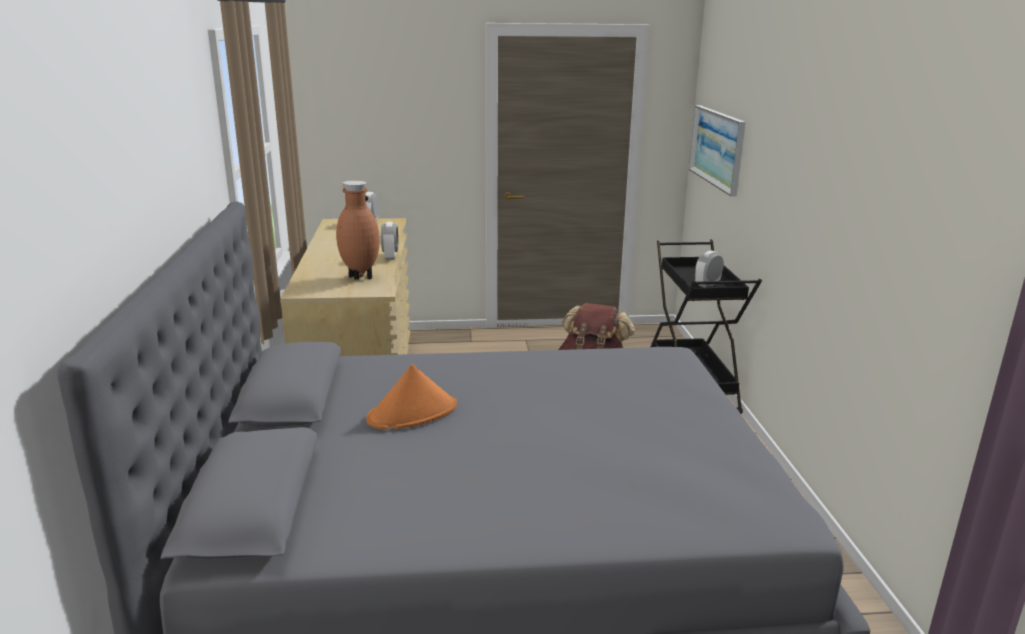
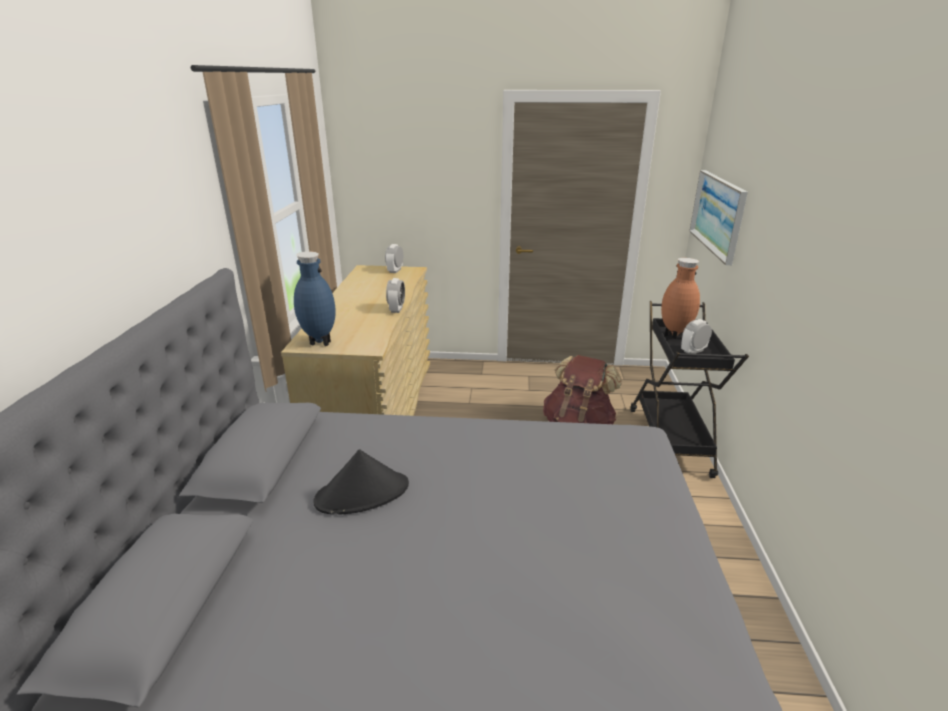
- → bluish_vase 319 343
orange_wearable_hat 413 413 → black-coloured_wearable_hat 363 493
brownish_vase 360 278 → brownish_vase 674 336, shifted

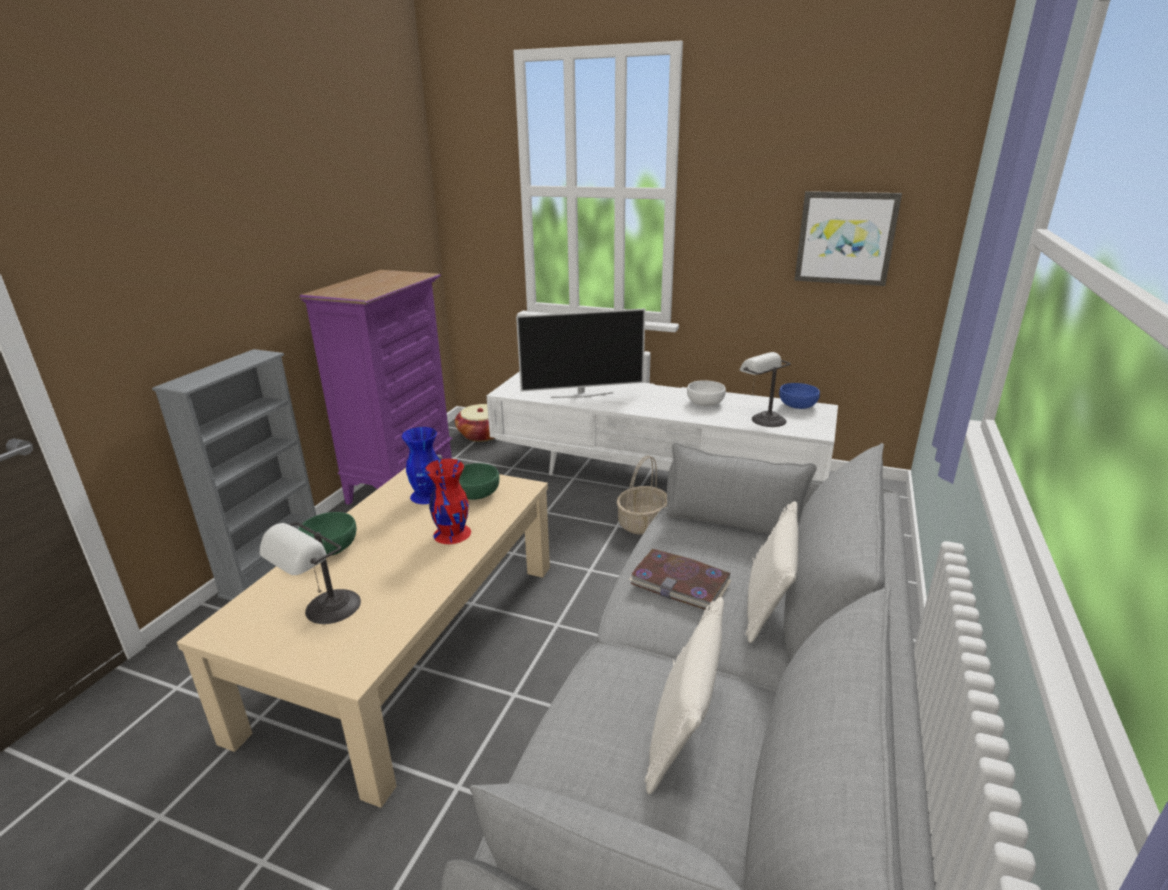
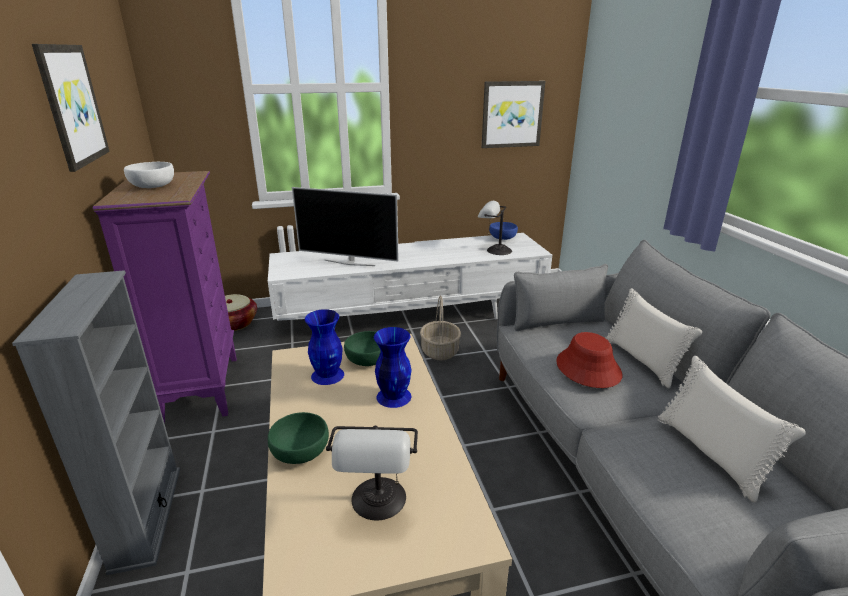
- → wall_picture 71 105
whitish_deep_dish 704 403 → whitish_deep_dish 152 186, shifted
TV 582 395 → TV 350 263, 60 degrees clockwise
red_vase 452 533 → bluish_vase 393 396
book 680 582 → red_wearable_hat 587 368

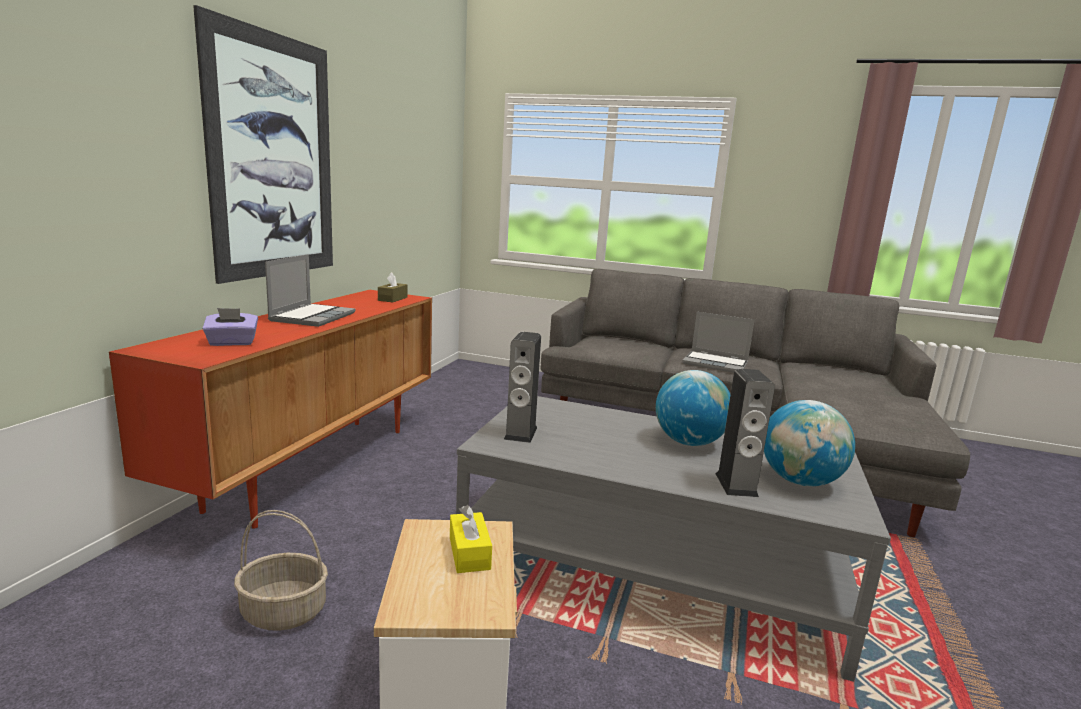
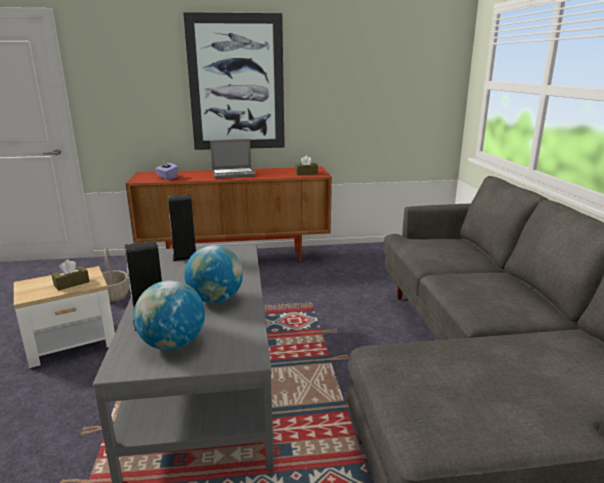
yellow-coloured_box_of_tissues 469 553 → brownish_box_of_tissues 71 283
portable_computer 716 363 → -

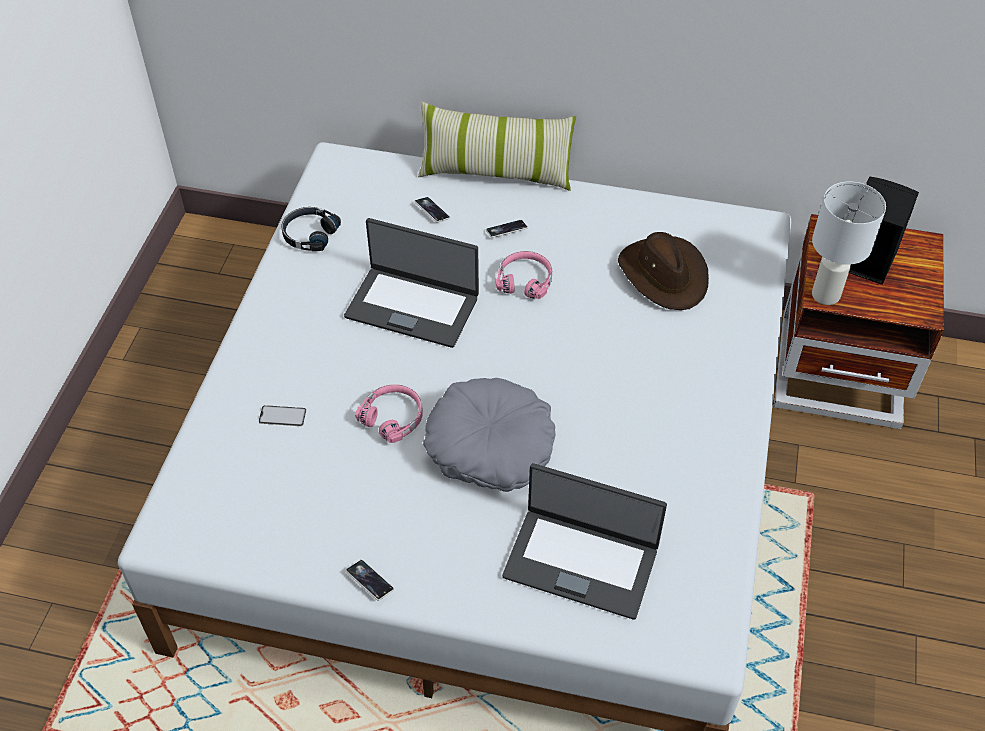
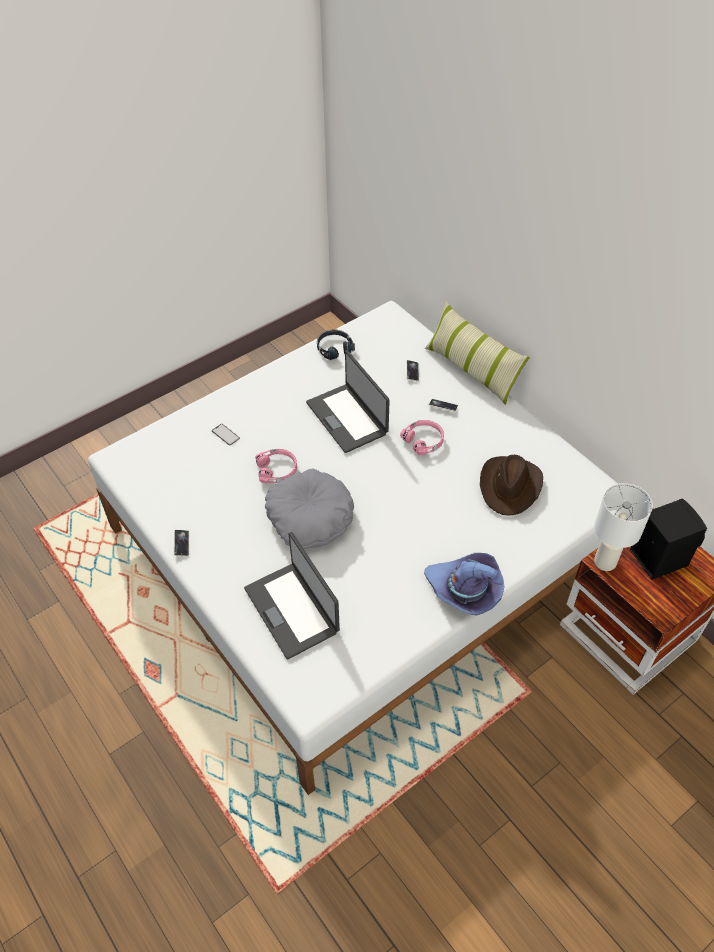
- → purple_wearable_hat 464 590

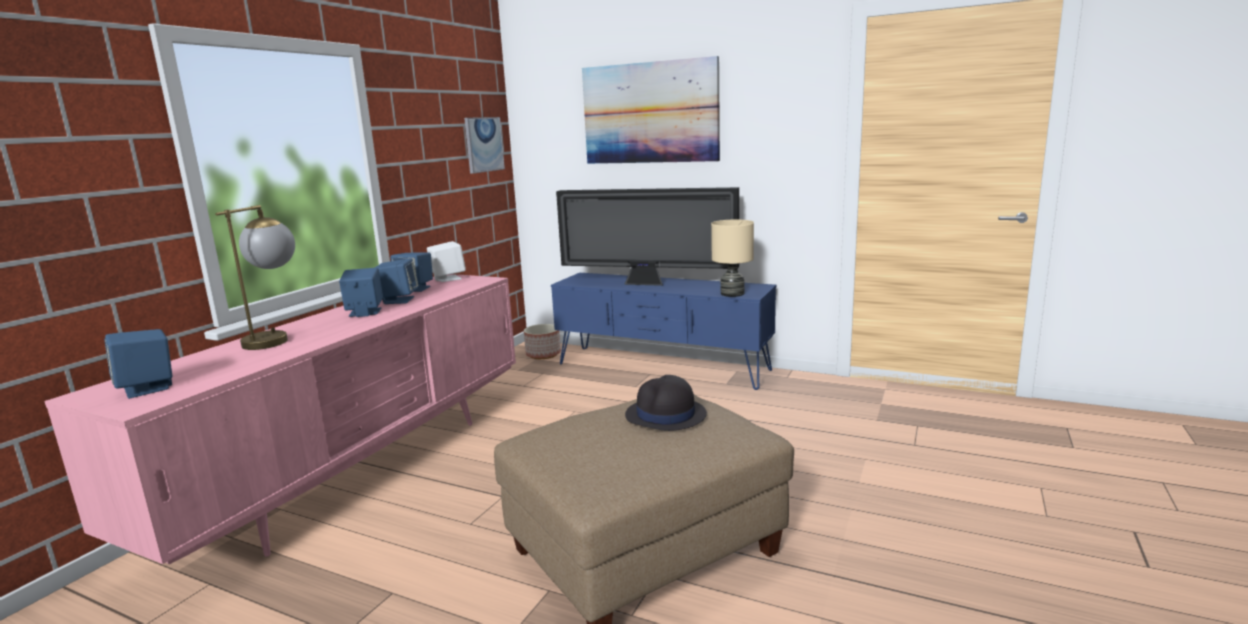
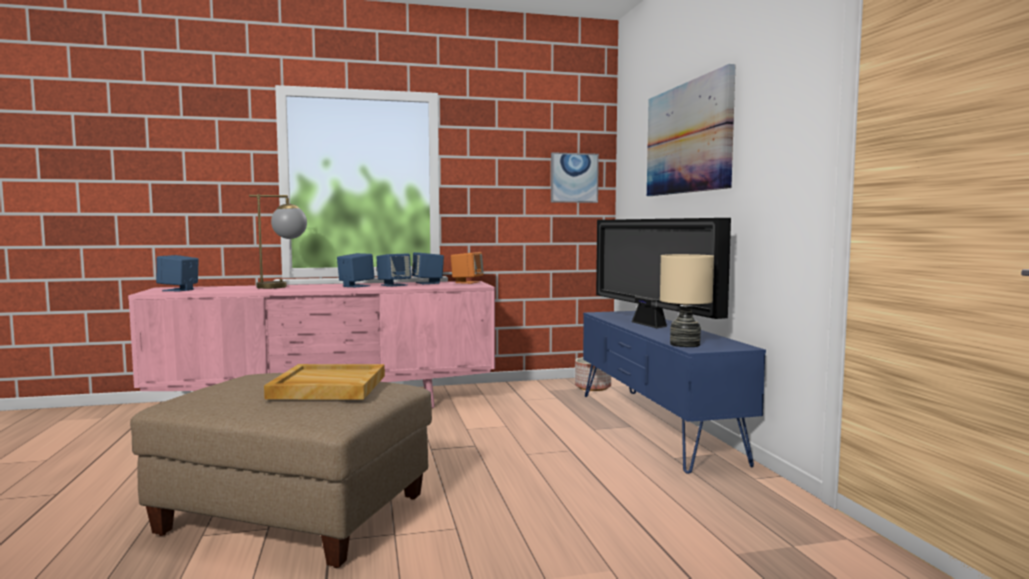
black-coloured_wearable_hat 665 415 → beige-coloured_carrying_tray 327 387
whitish_loudspeaker 448 278 → orange_loudspeaker 467 282

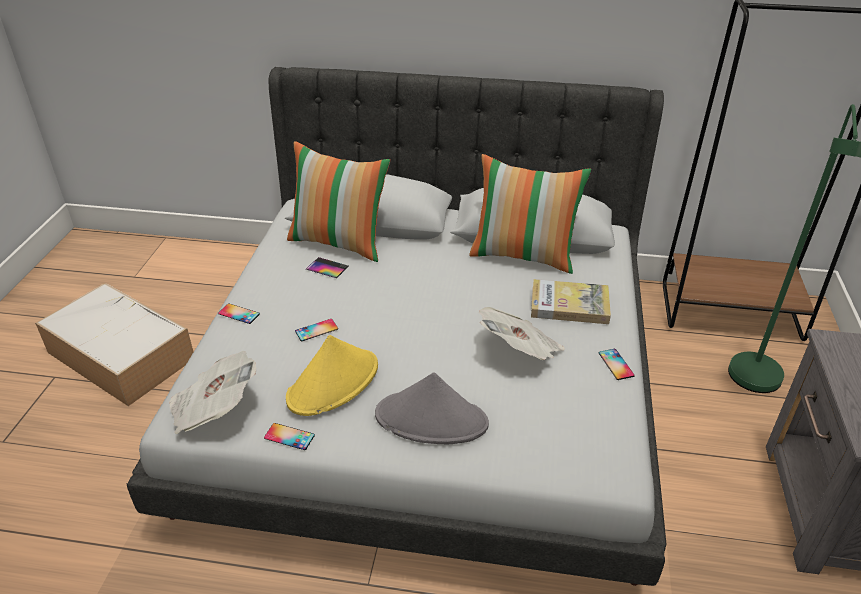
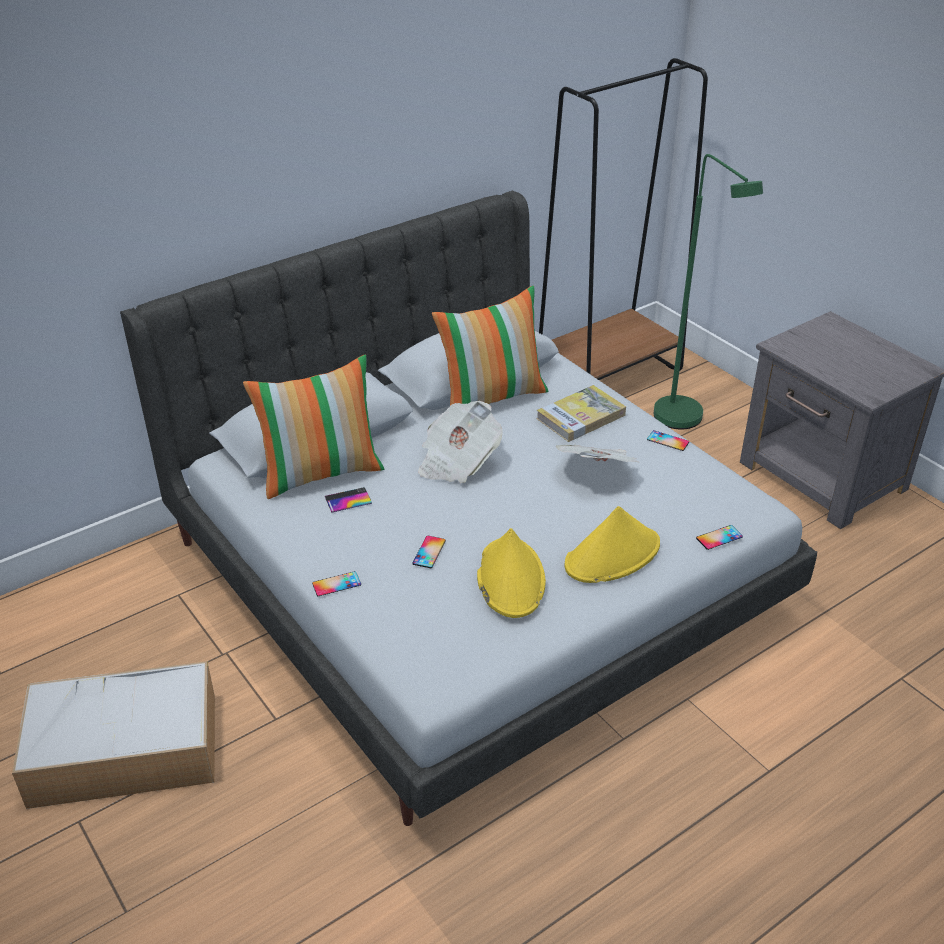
printed_paper 214 409 → printed_paper 457 461, shifted
gray_wearable_hat 432 419 → yellow-coloured_wearable_hat 612 555
handset 289 436 → handset 719 537, shifted

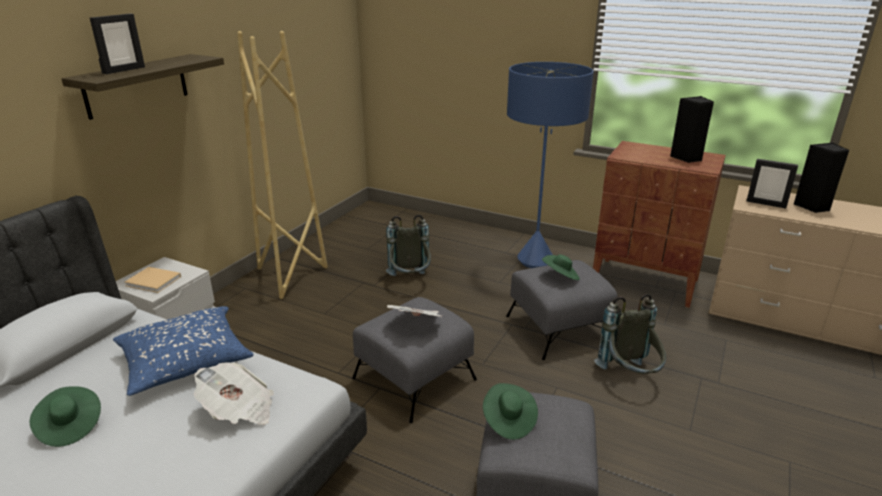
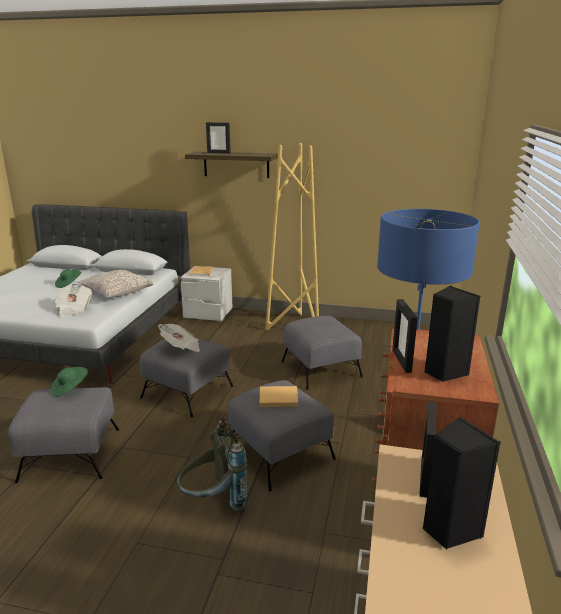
bluish_cushion 185 362 → gray_cushion 116 292
greenish_wearable_hat 560 276 → beige-coloured_book 277 398
gray_backpack 410 281 → gray_pouffe 320 369
- → picture_frame 402 361

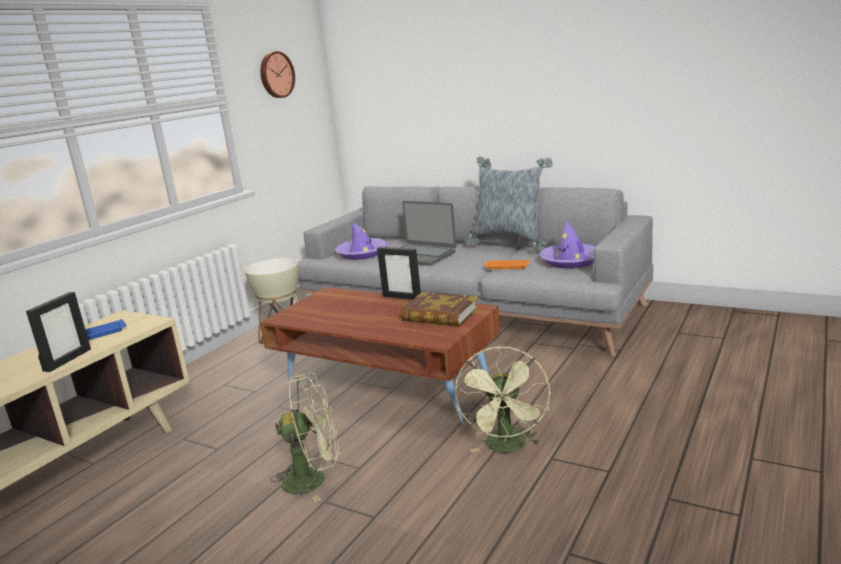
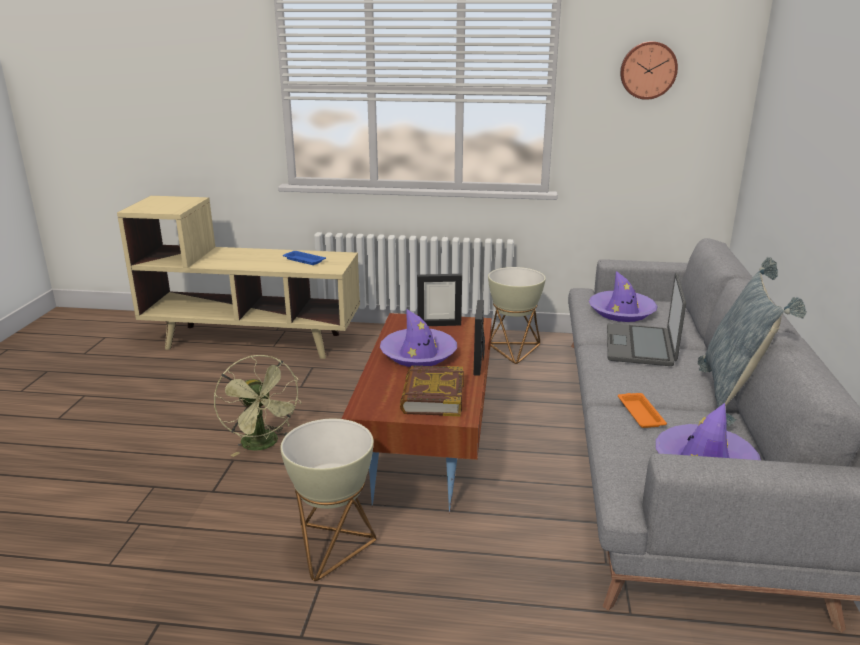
greenish_fan 508 448 → flower_pot 334 548
- → purple_wearable_hat 418 354
picture_frame 67 360 → picture_frame 439 324, shifted

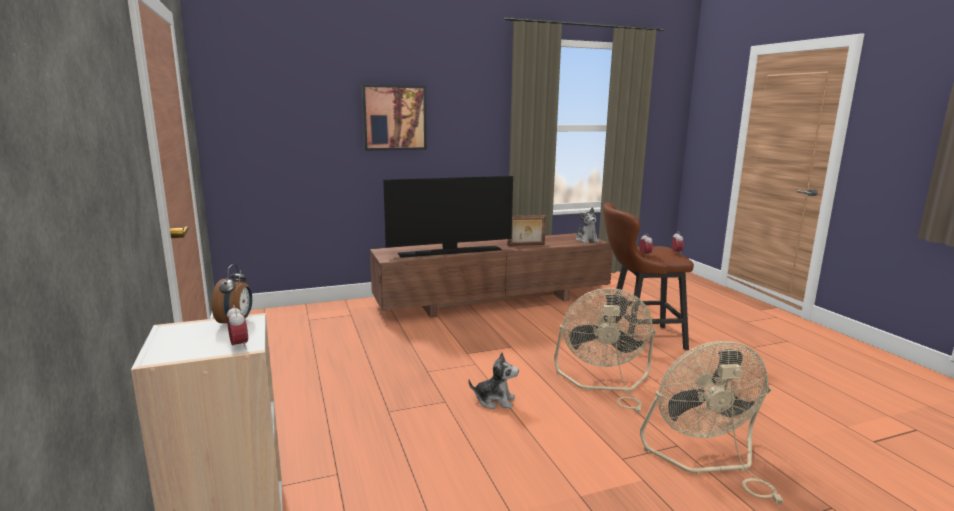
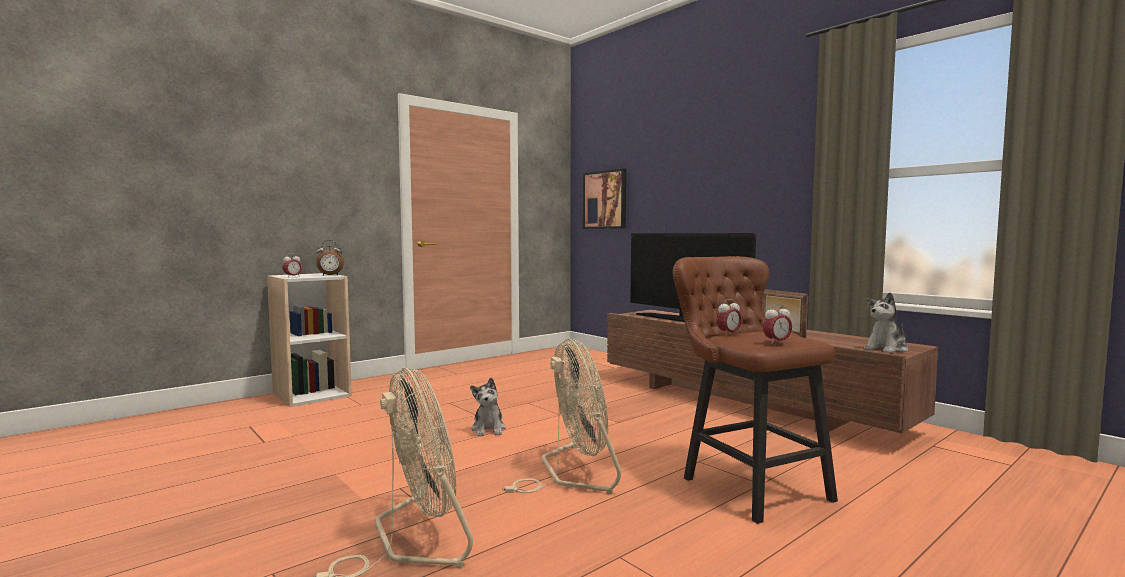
wall_picture 394 118 → wall_picture 605 200, shifted

